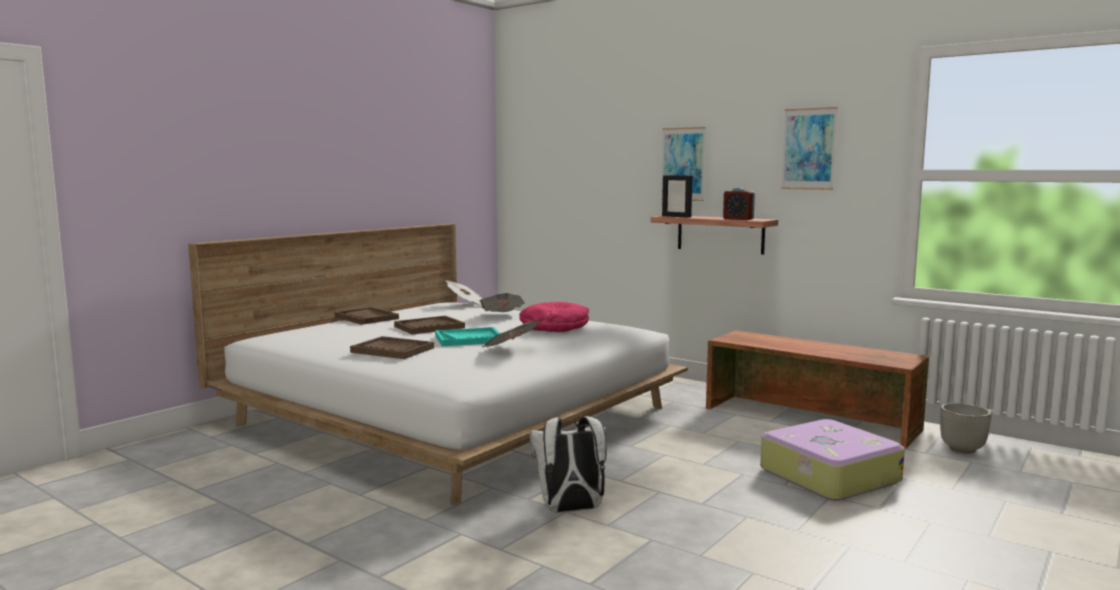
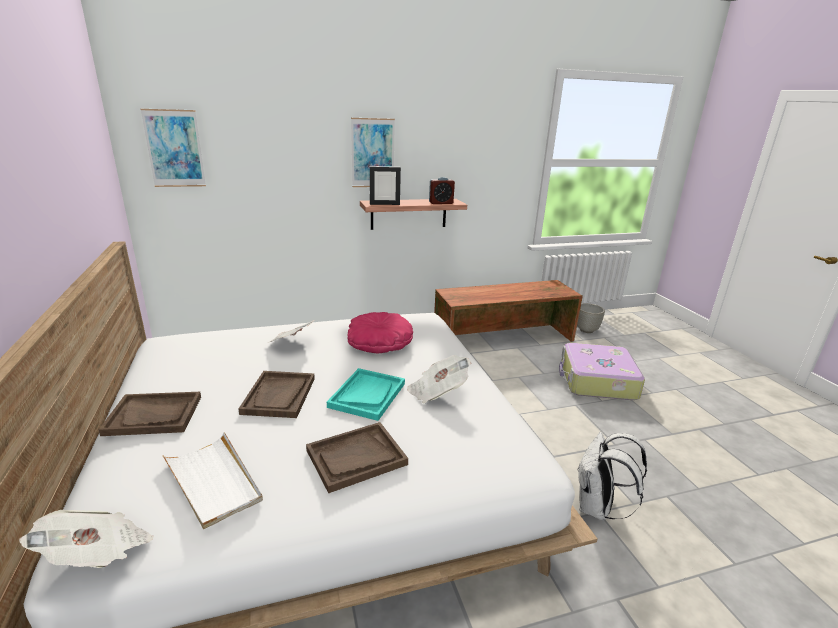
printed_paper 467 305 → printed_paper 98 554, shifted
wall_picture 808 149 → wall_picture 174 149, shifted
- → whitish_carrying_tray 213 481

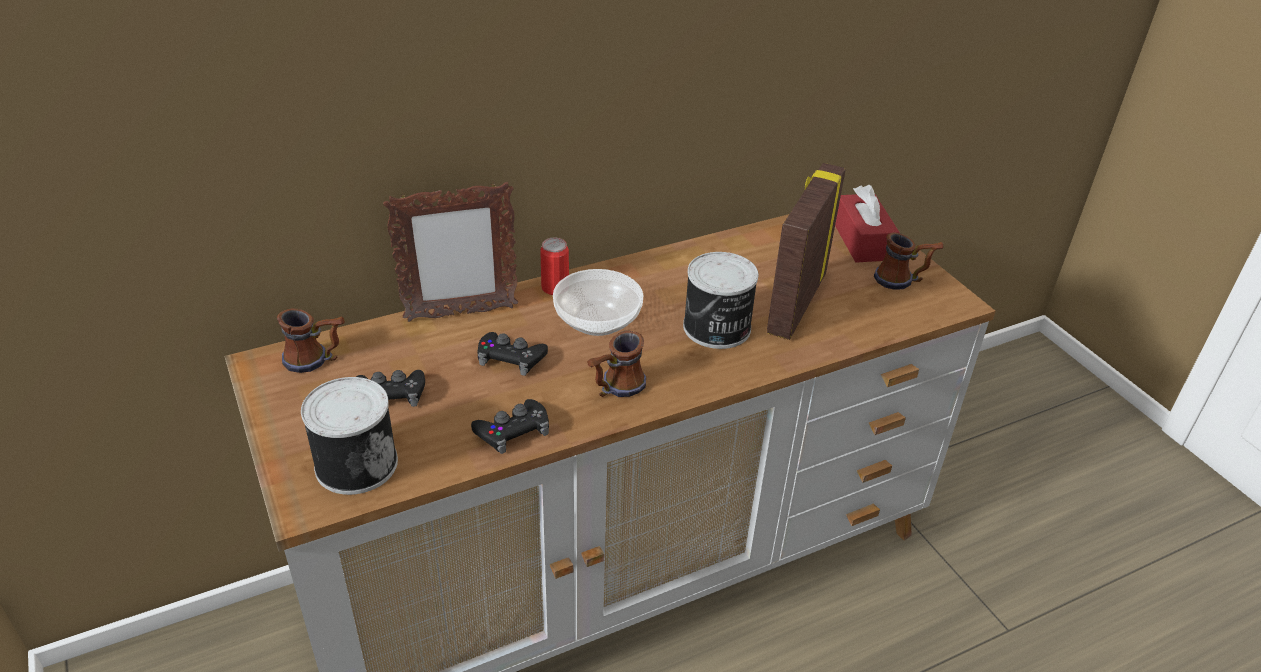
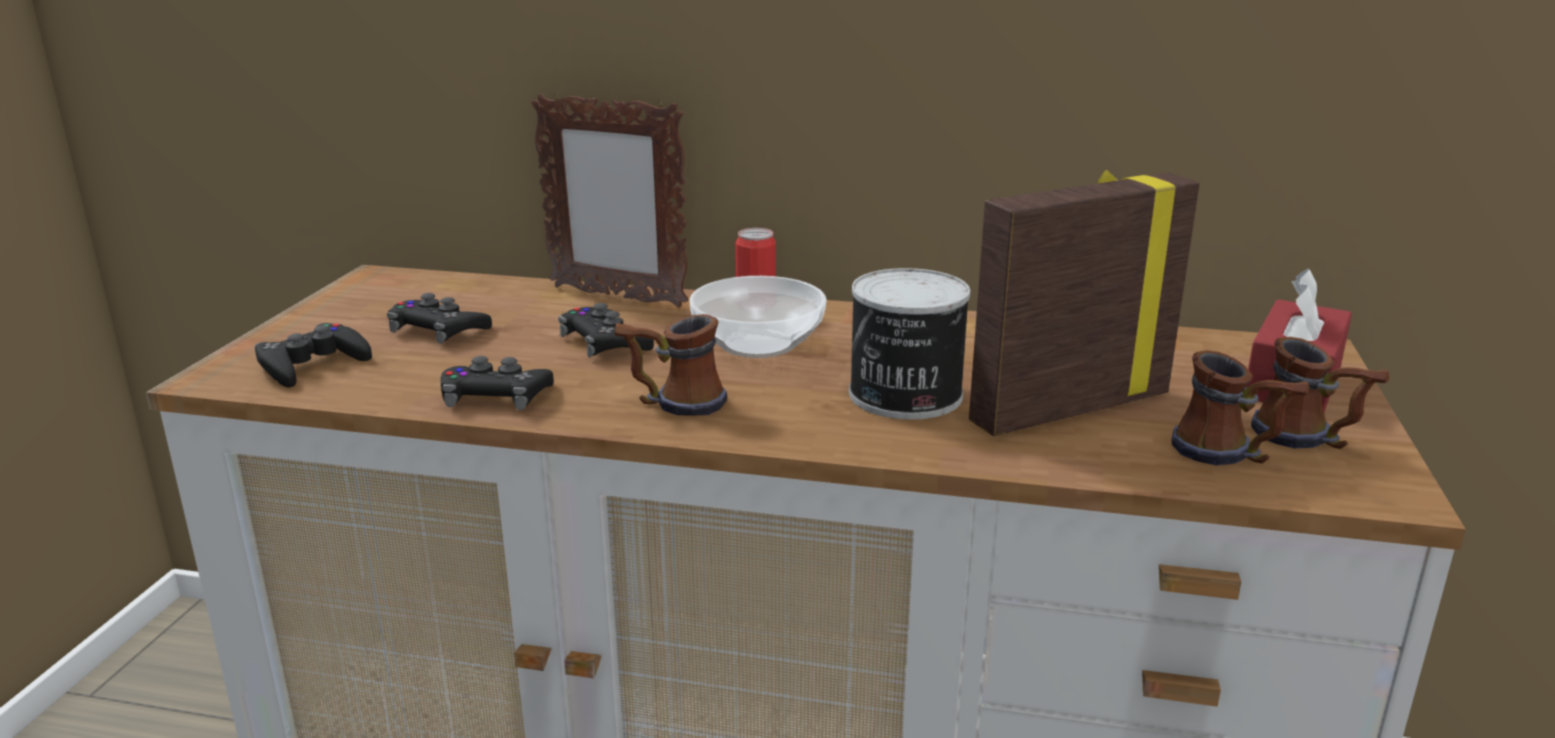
sealed_can 355 463 → black-coloured_joypad 312 365
mug 317 360 → mug 1230 454, shifted

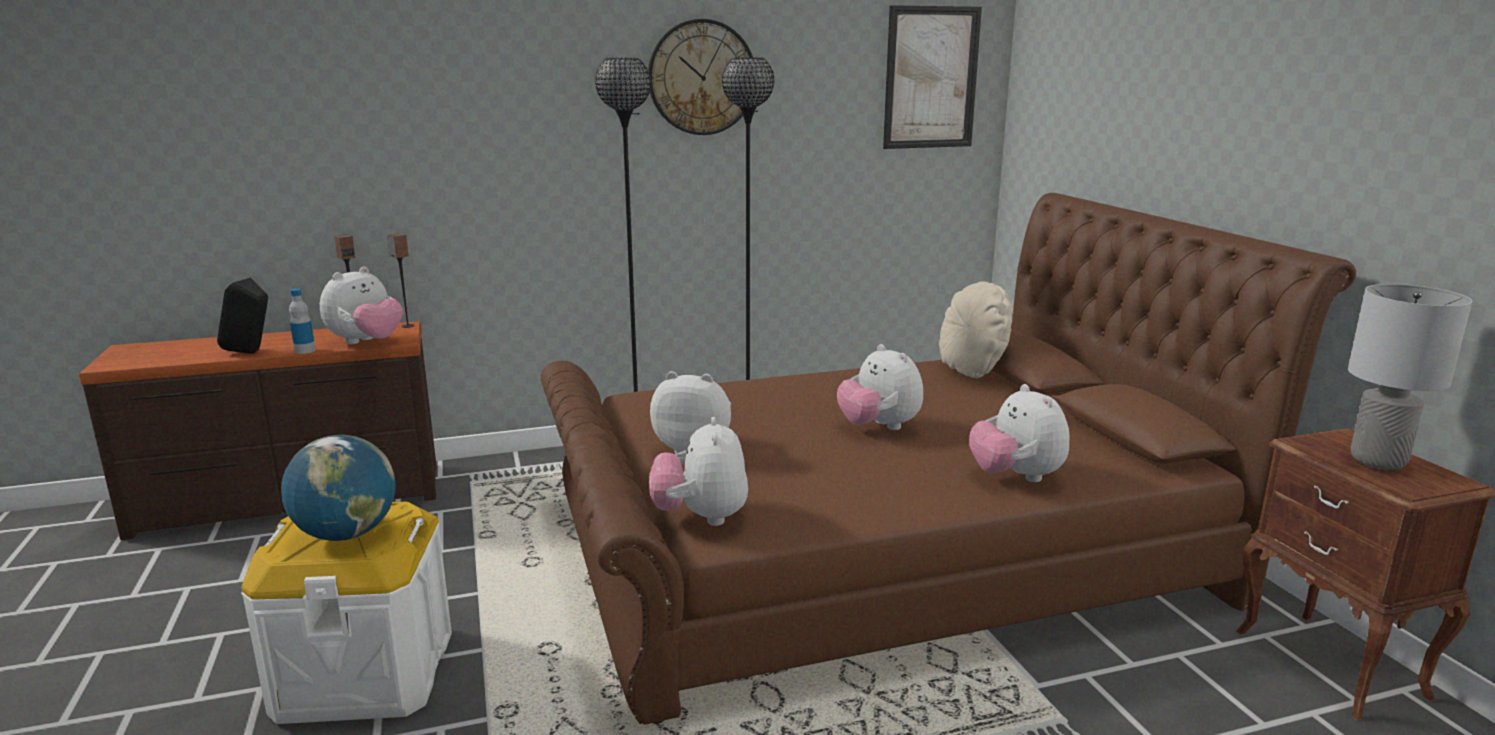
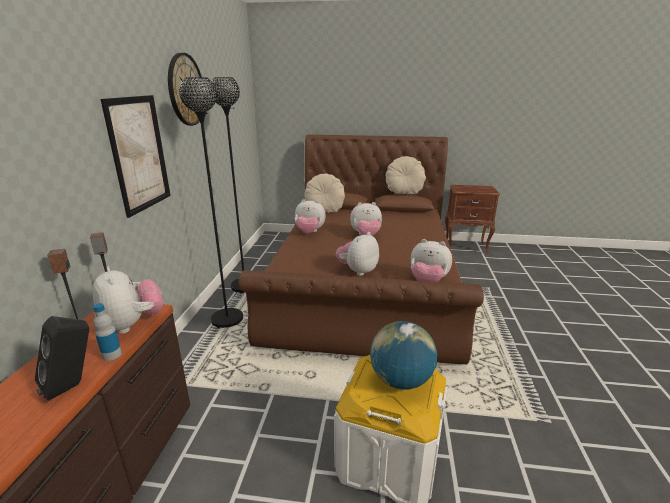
wall_picture 931 78 → wall_picture 139 154, shifted
cuddly_toy 1016 477 → cuddly_toy 309 232, shifted
- → beige-coloured_cushion 404 193
gray_table_lamp 1376 464 → -

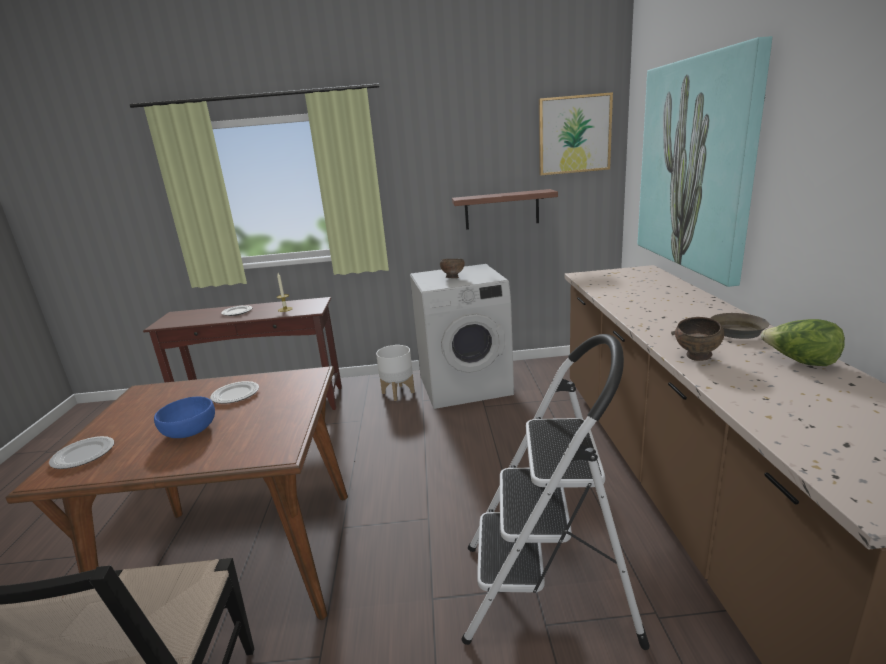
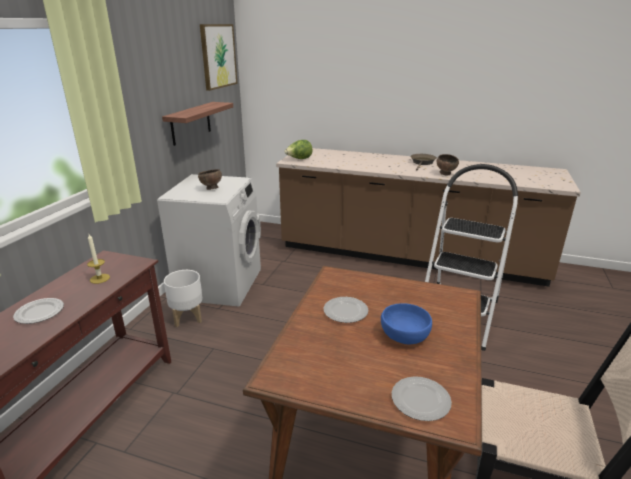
lettuce 800 362 → lettuce 299 159, shifted
wall_picture 695 165 → -

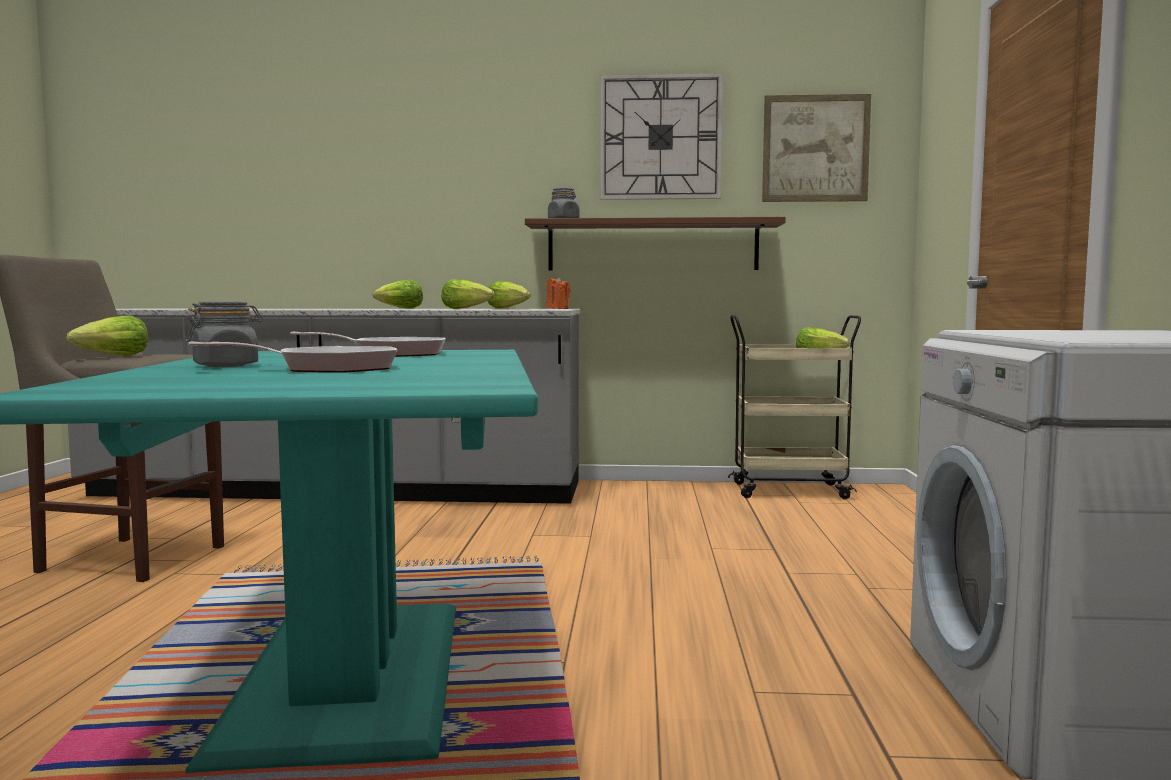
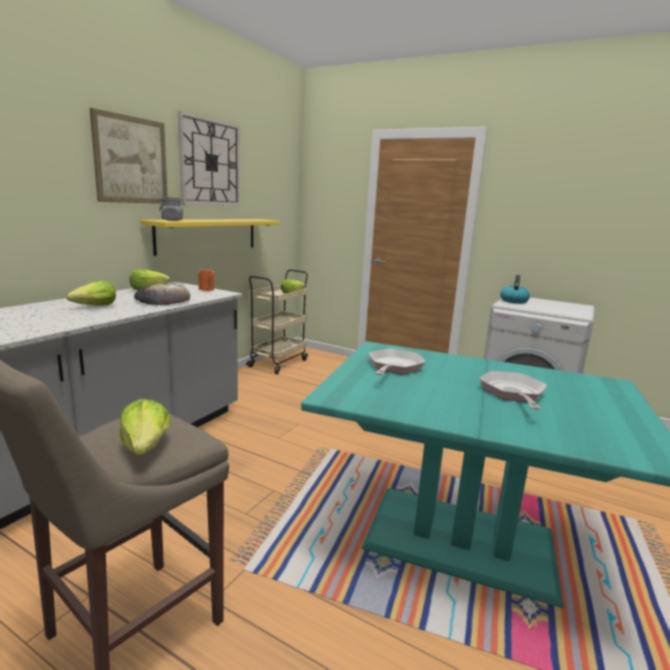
wall_picture 815 148 → wall_picture 131 160, shifted
lettuce 466 309 → bakery_bread 163 300
brownish_wall_shelf 652 246 → yellow-coloured_wall_shelf 208 235
- → tea_kettle 513 301
gray_storage_jar 226 366 → -

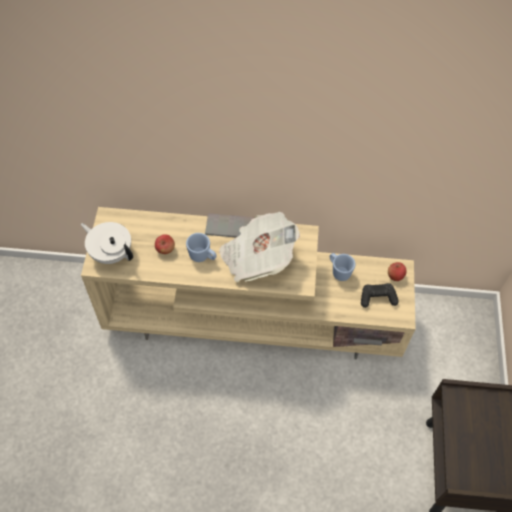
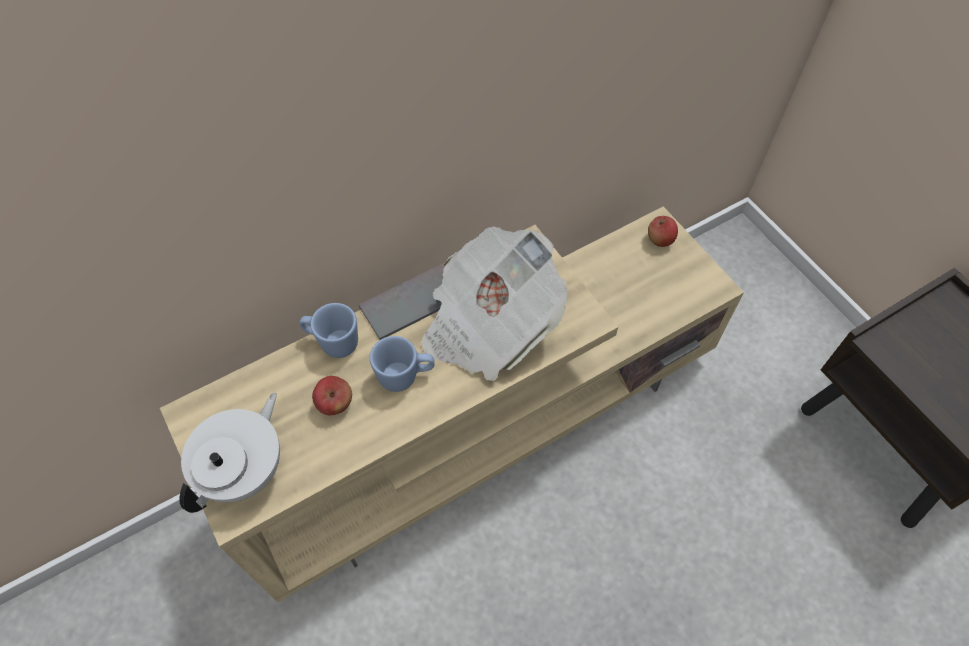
whitish_pot_for_tea 111 253 → whitish_pot_for_tea 245 470, 120 degrees clockwise
bluish_mug 339 271 → bluish_mug 333 342, shifted
black-coloured_joypad 377 298 → -

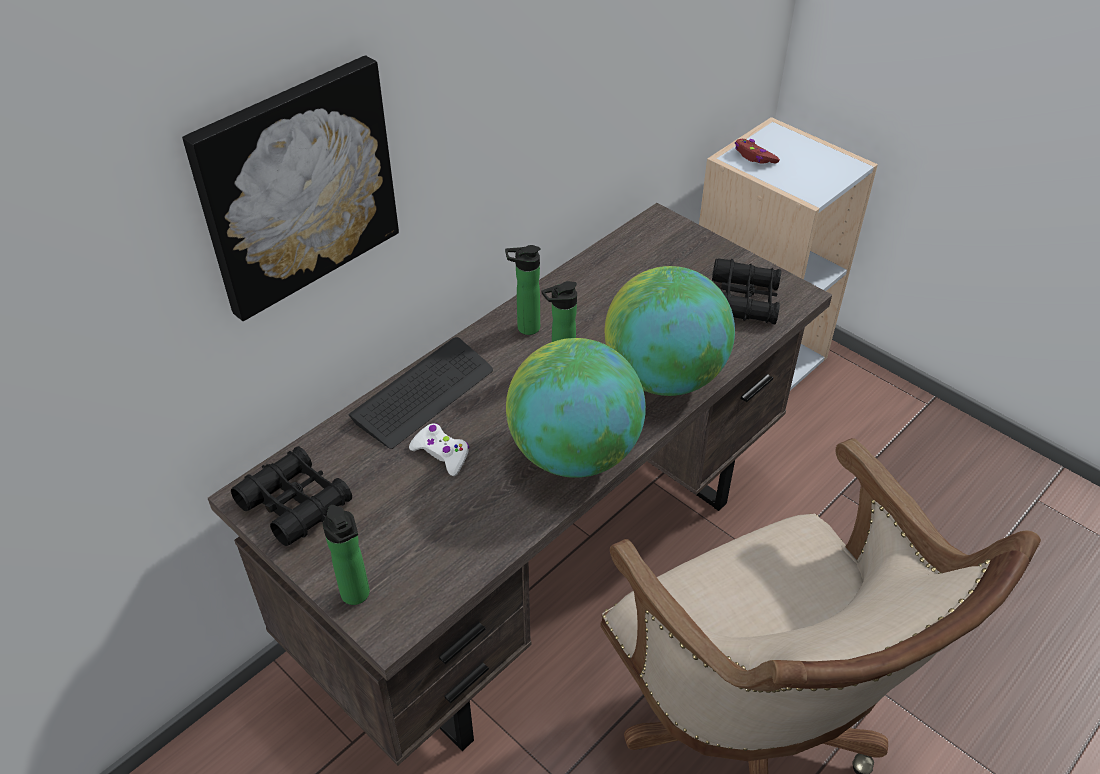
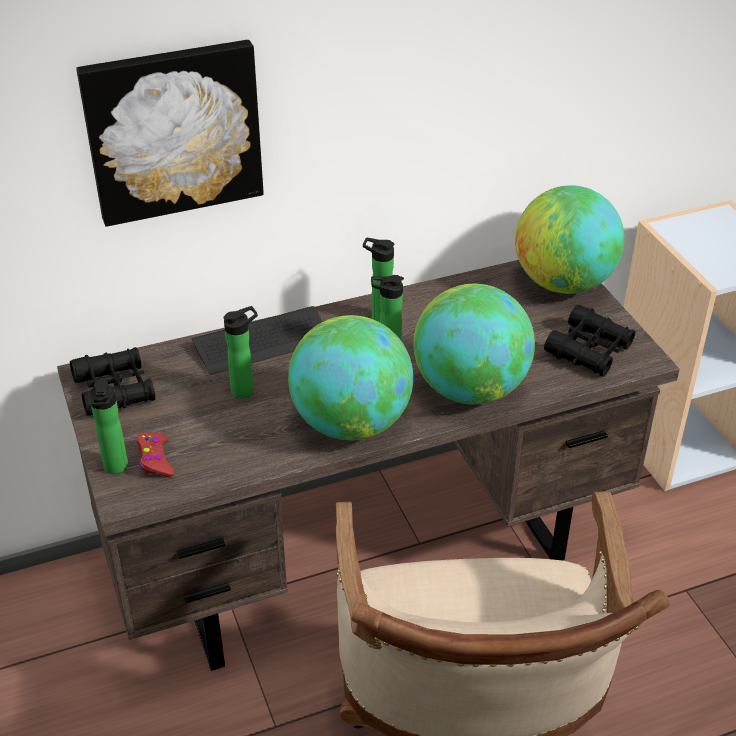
red_joypad 754 157 → red_joypad 155 460, shifted
whitish_joypad 441 454 → drink_bottle 246 390
- → desk_globe 563 283

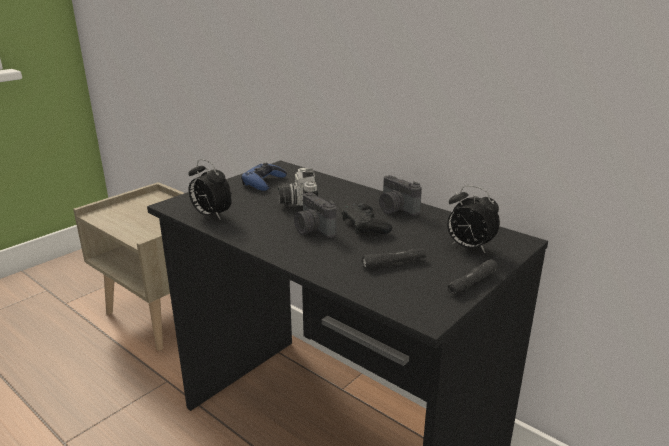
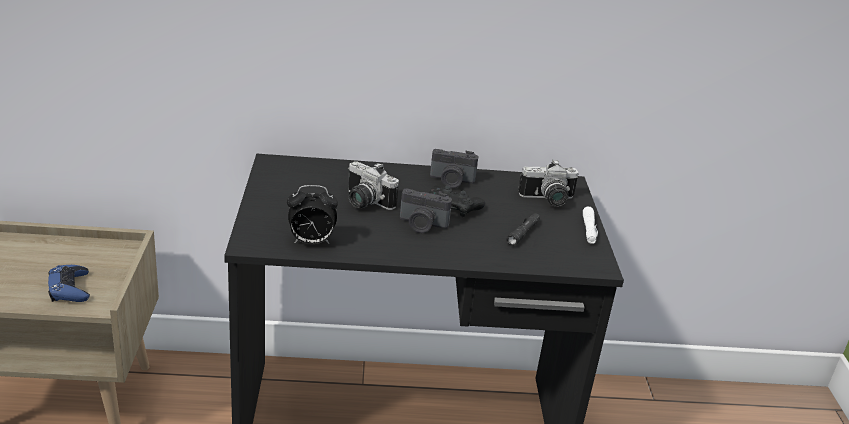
bluish_joypad 263 182 → bluish_joypad 69 289, shifted
alarm_clock 468 247 → still_camera 548 200
black-coloured_flashlight 472 283 → whitish_flashlight 589 230

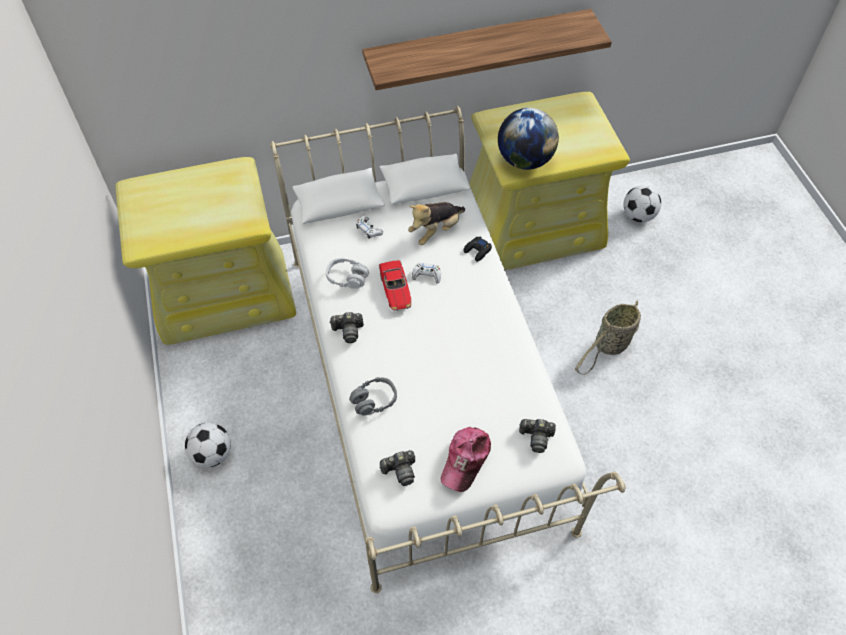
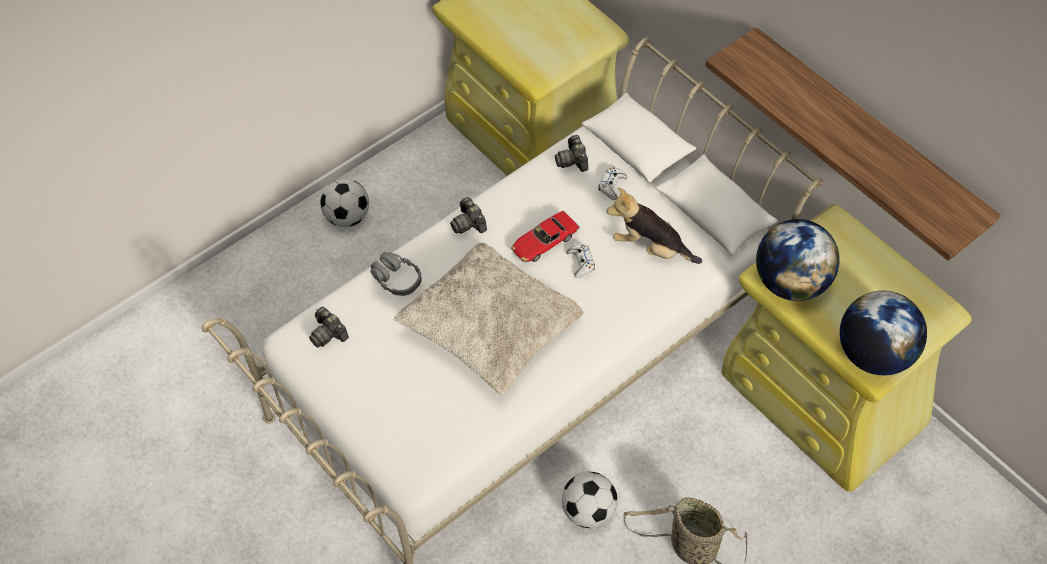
- → beige-coloured_cushion 491 328
still_camera 536 437 → still_camera 572 160, shifted
football_ball 638 216 → football_ball 588 511, shifted
- → desk_globe 874 355
gray_headphones 347 277 → -
peaked_cap 466 460 → -
black-coloured_joypad 477 251 → -

